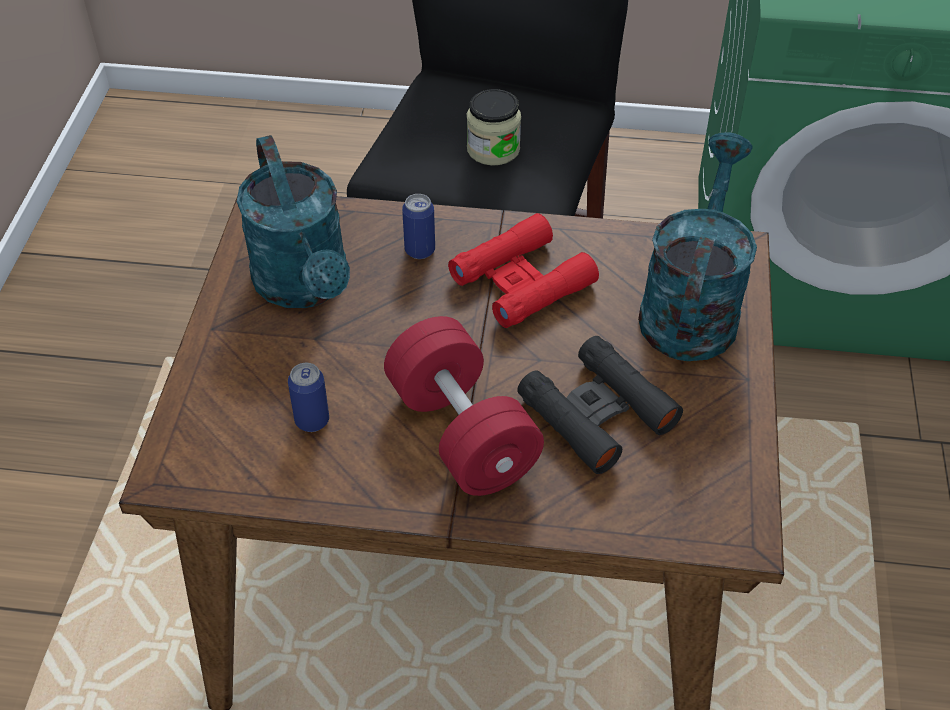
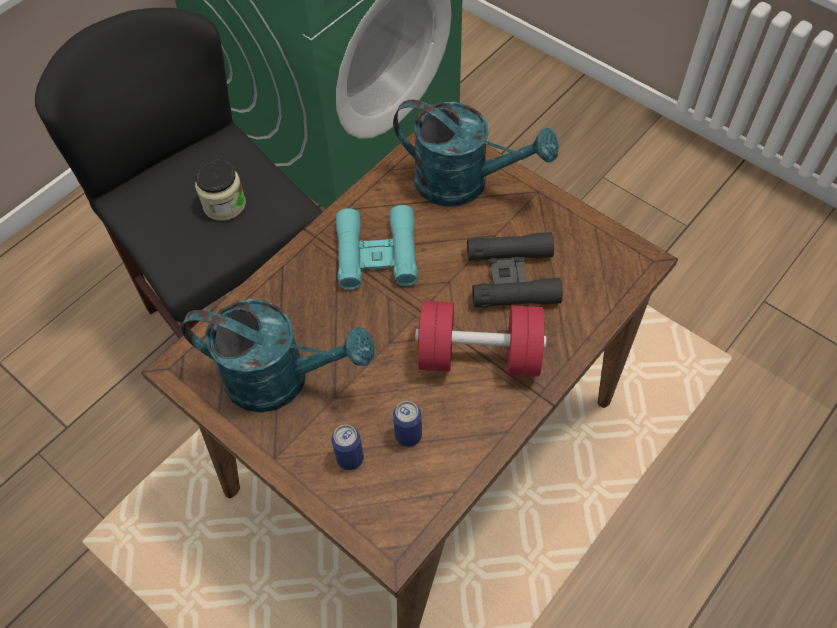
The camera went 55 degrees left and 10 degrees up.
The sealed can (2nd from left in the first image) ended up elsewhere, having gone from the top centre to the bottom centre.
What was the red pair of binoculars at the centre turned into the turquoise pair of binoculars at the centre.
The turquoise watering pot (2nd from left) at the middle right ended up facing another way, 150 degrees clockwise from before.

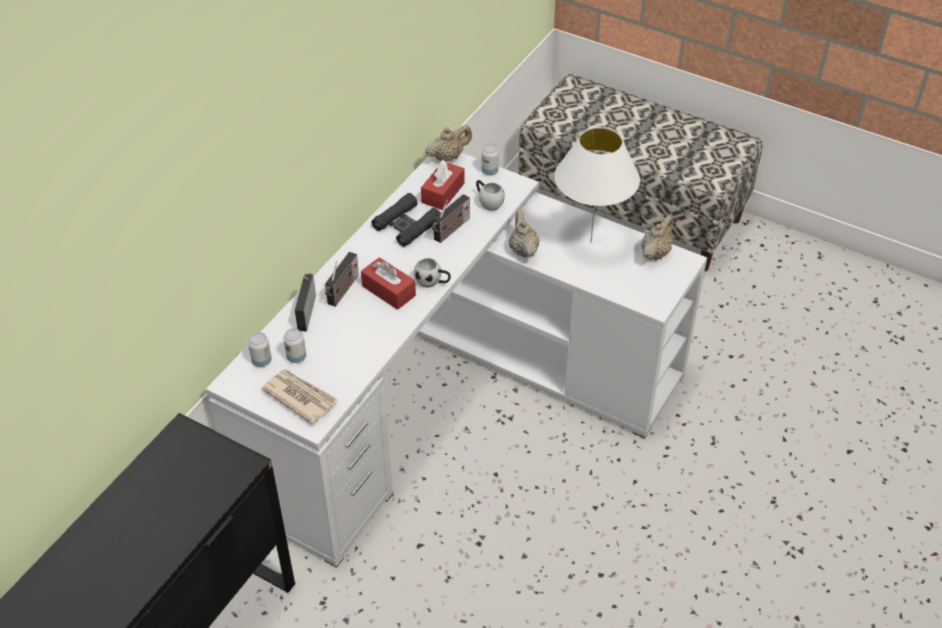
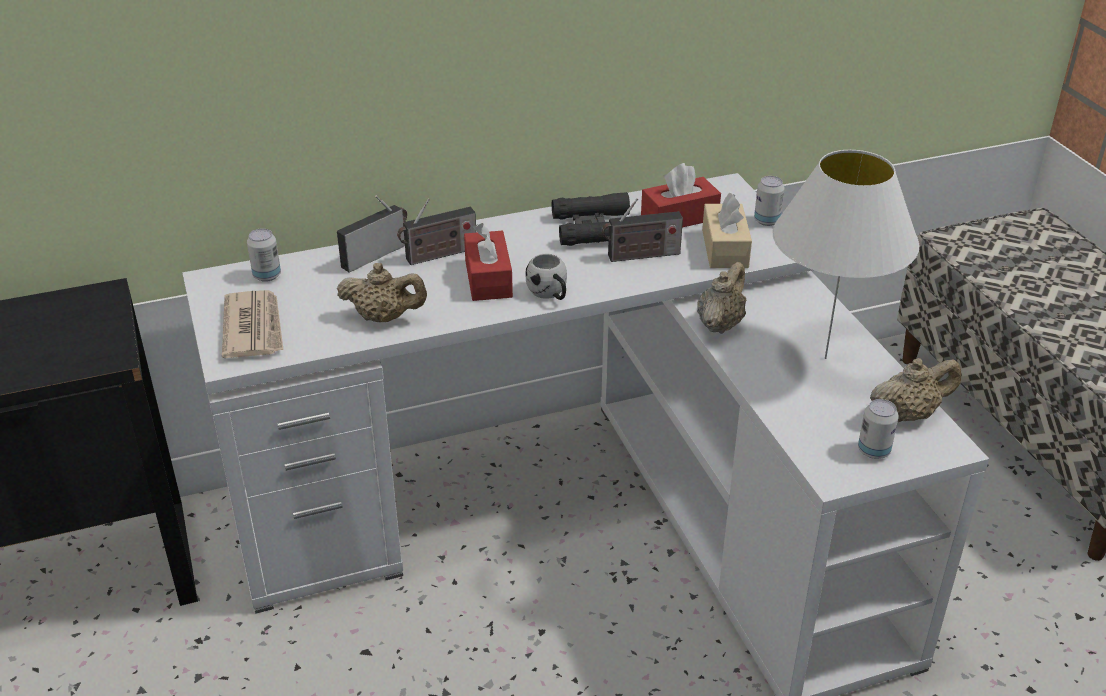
The camera went 40 degrees right and 10 degrees down.
The sealed can (2nd from left in the first image) ended up elsewhere, having gone from the middle left to the middle right.
The beige pot for tea (1st from left) ended up elsewhere, having gone from the top centre to the centre.
Where the whitish mug (2nd from left) stood at the top centre, the beige tissue holder came to stand at the top centre.

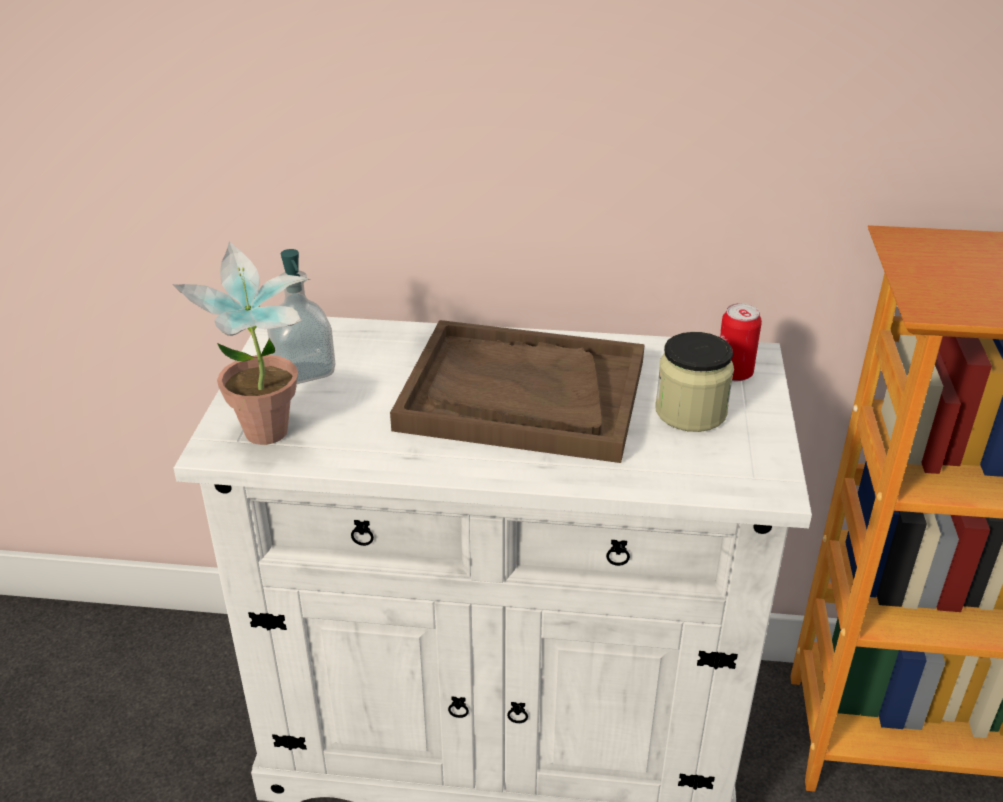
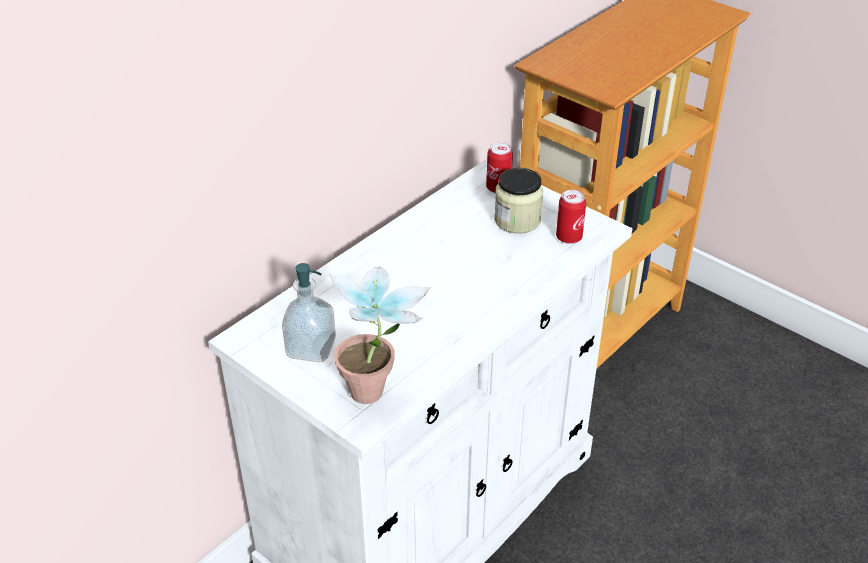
The camera went 55 degrees left and 5 degrees up.
The second view lost the brown-coloured serving tray at the centre.
The second view gained the sealed can (2nd from left) at the centre.

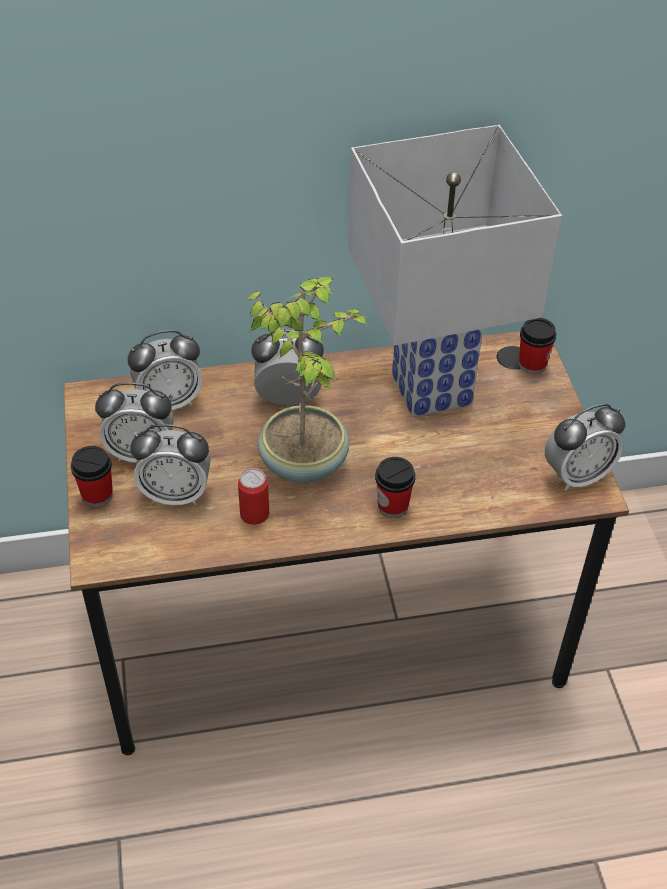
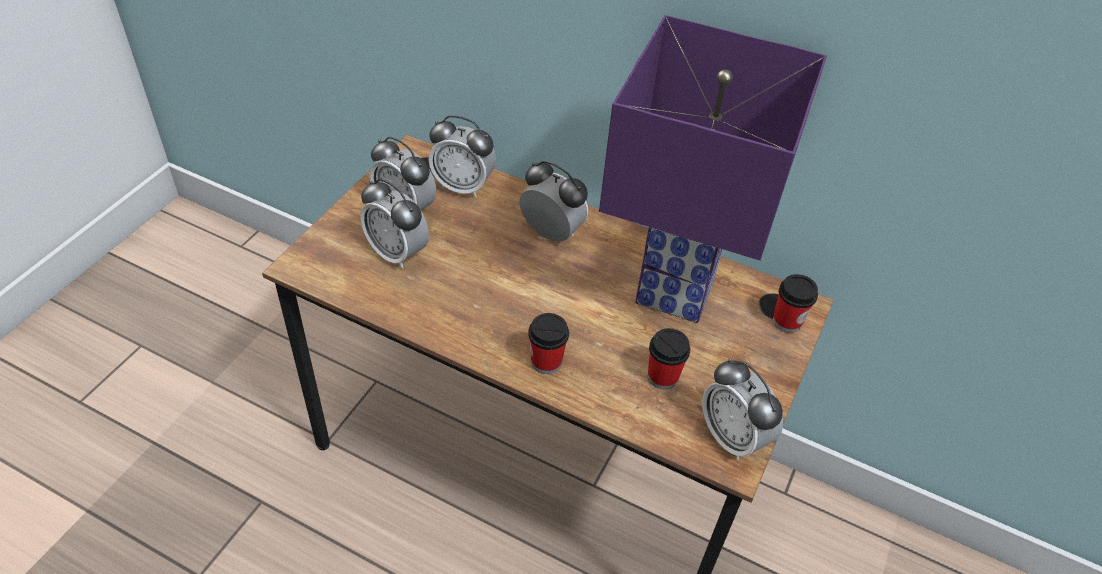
The camera went 35 degrees right and 0 degrees up.
The drinking cup (1st from left in the first image) ended up elsewhere, having gone from the middle left to the centre.
The second view lost the sealed can at the centre.
The second view lost the potted plant at the centre.
What was the whitish tabletop lamp at the top right turned into the purple-coloured tabletop lamp at the top centre.
The table clock (5th from left) at the middle right ended up facing another way, 45 degrees clockwise from before.

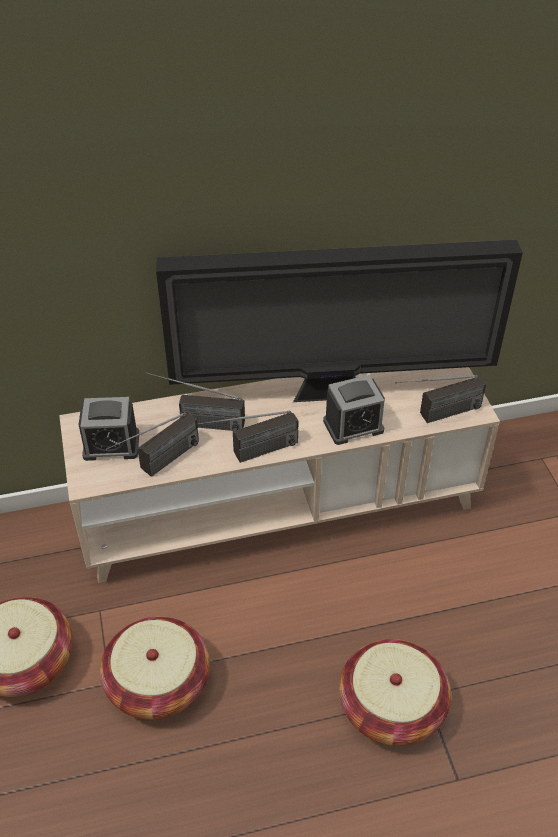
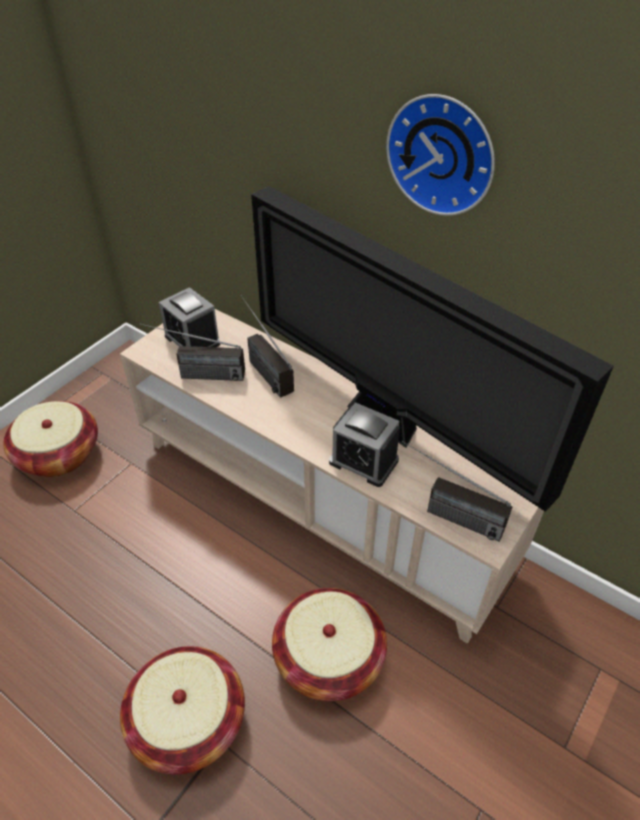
The camera went 50 degrees right and 0 degrees up.
The storage basket (2nd from left in the first image) ended up elsewhere, having gone from the bottom left to the bottom centre.
The second view lost the radio set (3rd from left) at the centre.
The second view gained the hanging clock at the top right.

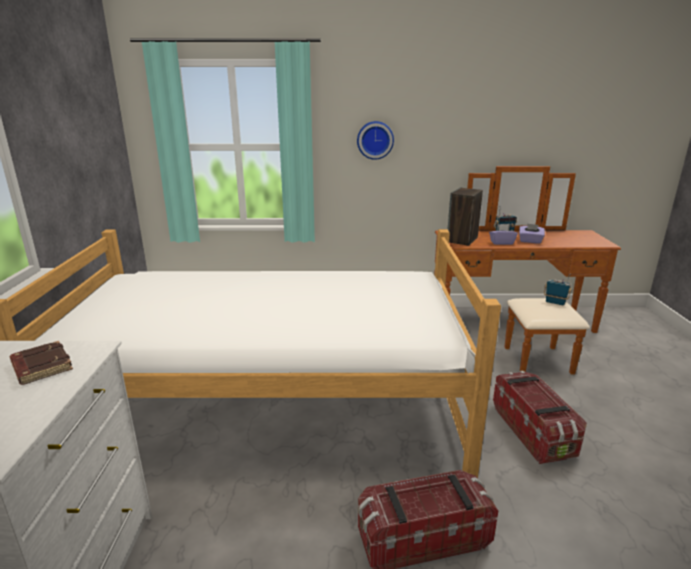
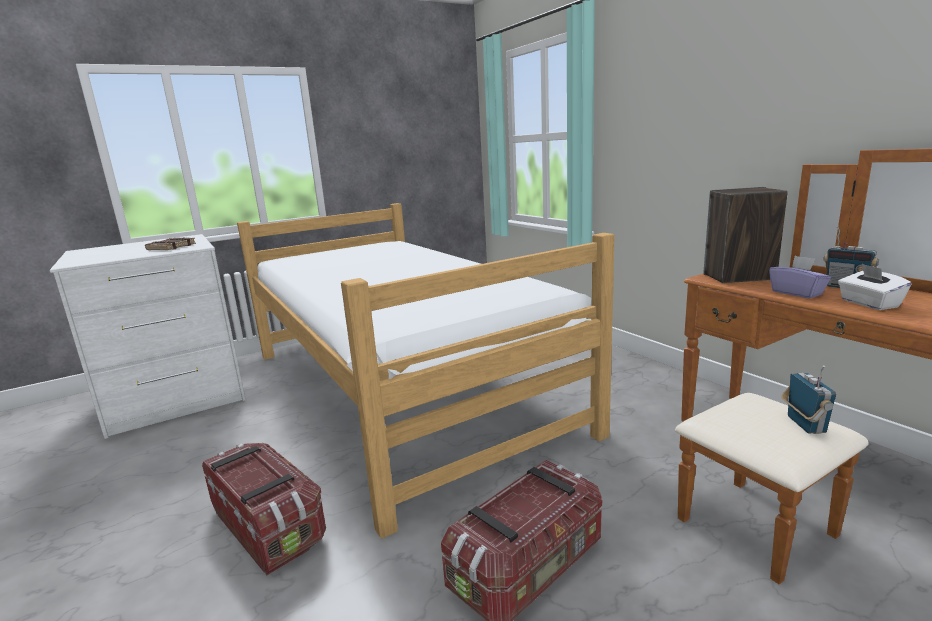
The camera went 60 degrees right and 5 degrees down.
The second view lost the hanging clock at the top centre.
What was the purple-coloured tissue holder (2nd from left) at the middle right turned into the whitish tissue holder at the middle right.

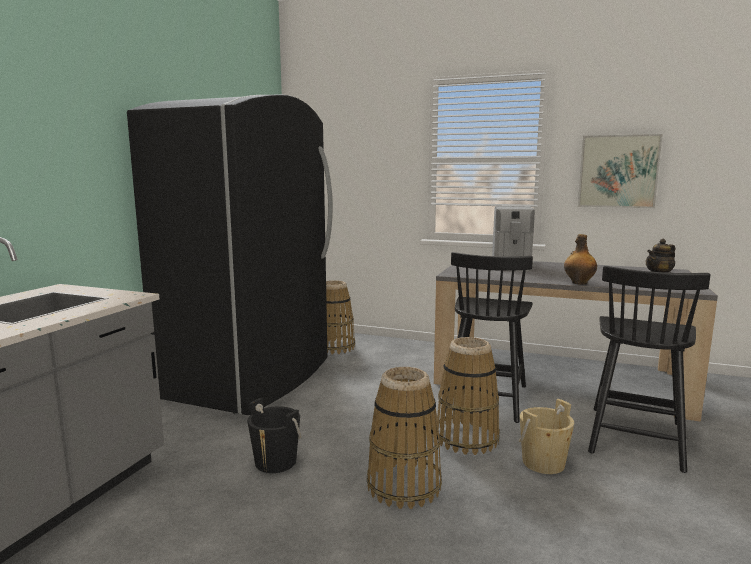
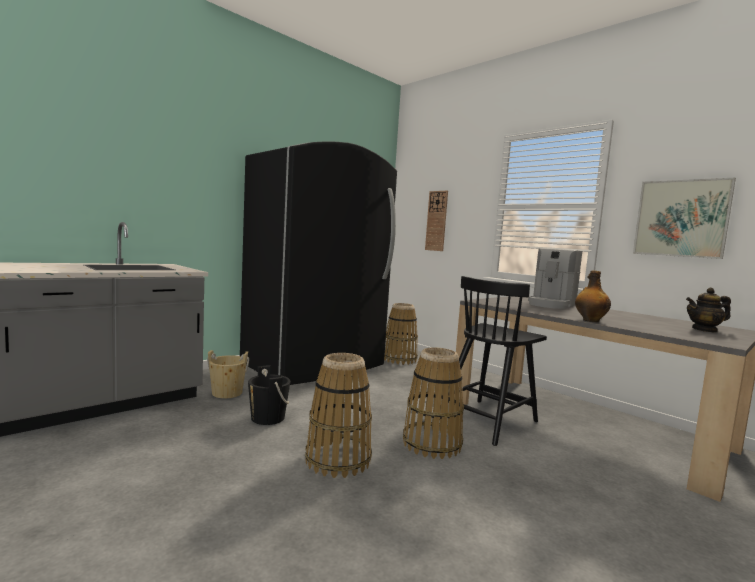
The camera went 25 degrees right and 5 degrees down.
The beige pail ended up elsewhere, having gone from the bottom right to the middle left.
The second view lost the black-coloured upright chair (2nd from left) at the middle right.
The second view gained the hanging clock at the centre.

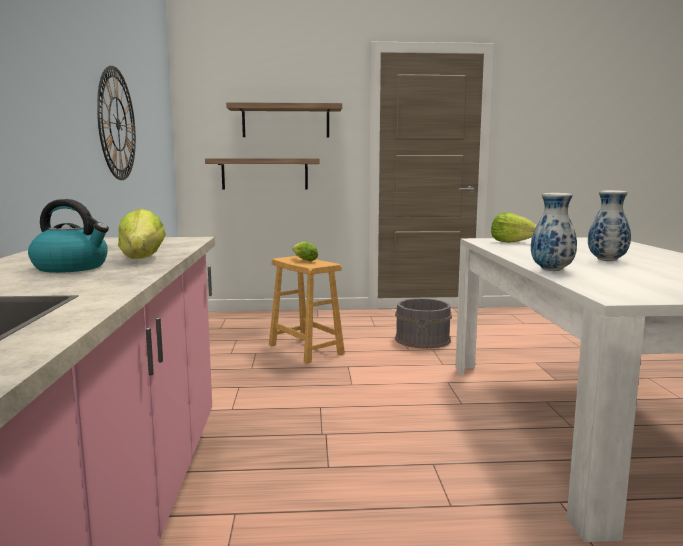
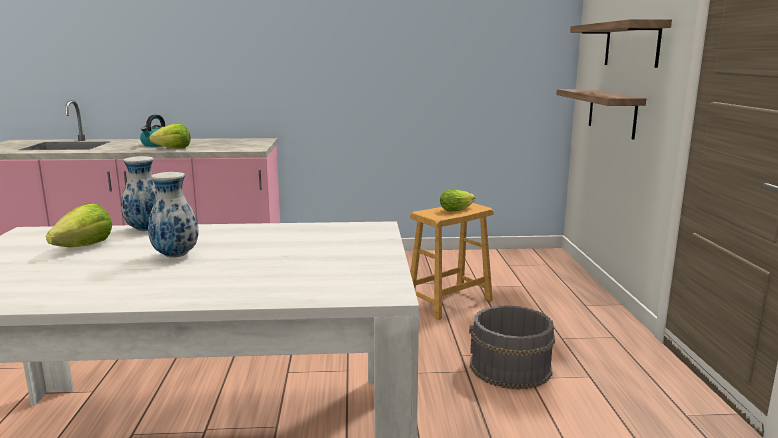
The camera went 90 degrees right and 5 degrees up.
The second view lost the hanging clock at the top left.
The lettuce head (3rd from left in the first image) ended up elsewhere, having gone from the middle right to the middle left.

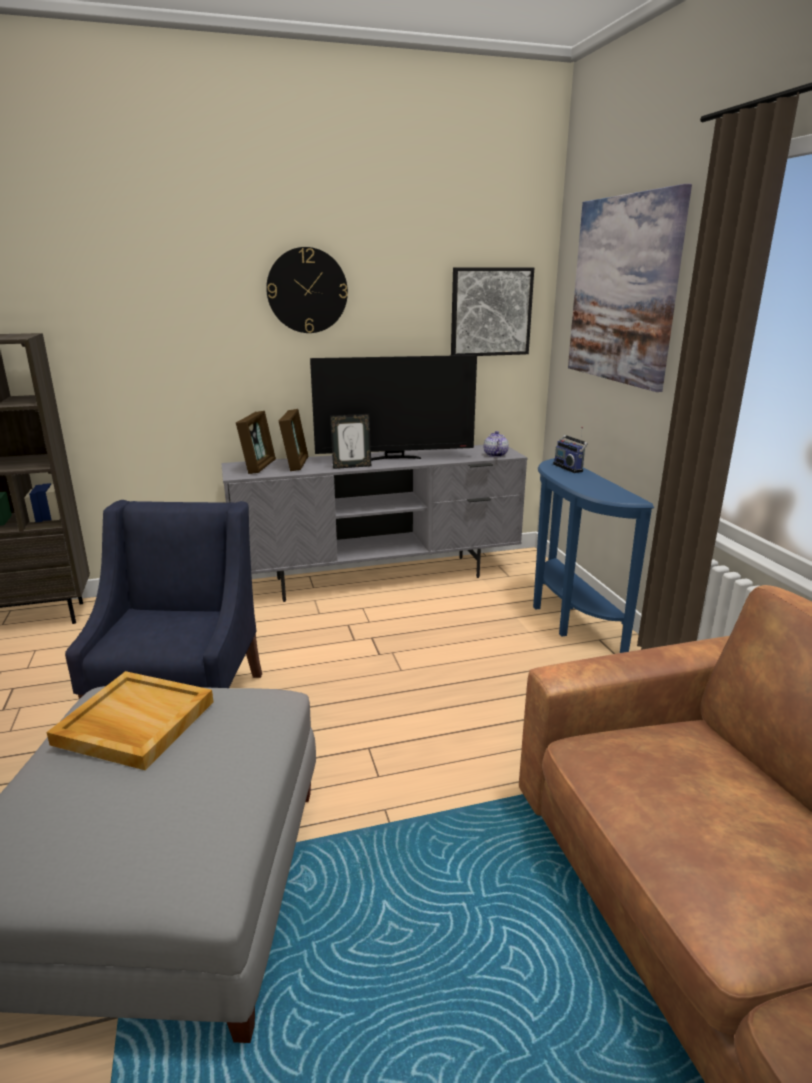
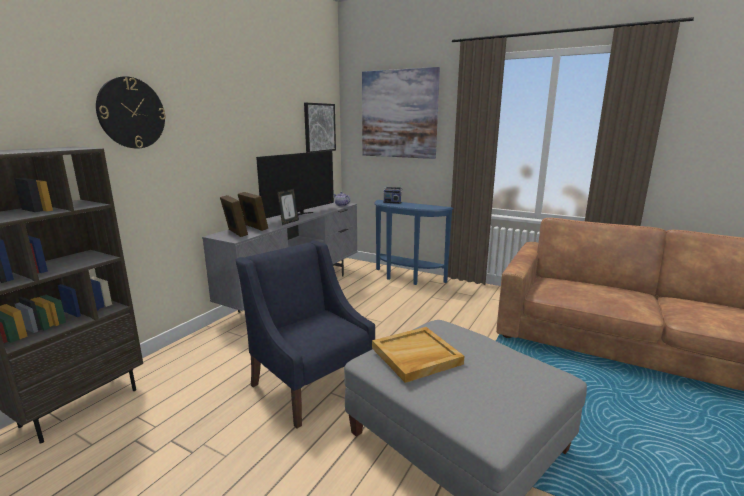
The camera went 45 degrees left and 5 degrees down.
The hanging clock ended up elsewhere, having gone from the top centre to the top left.

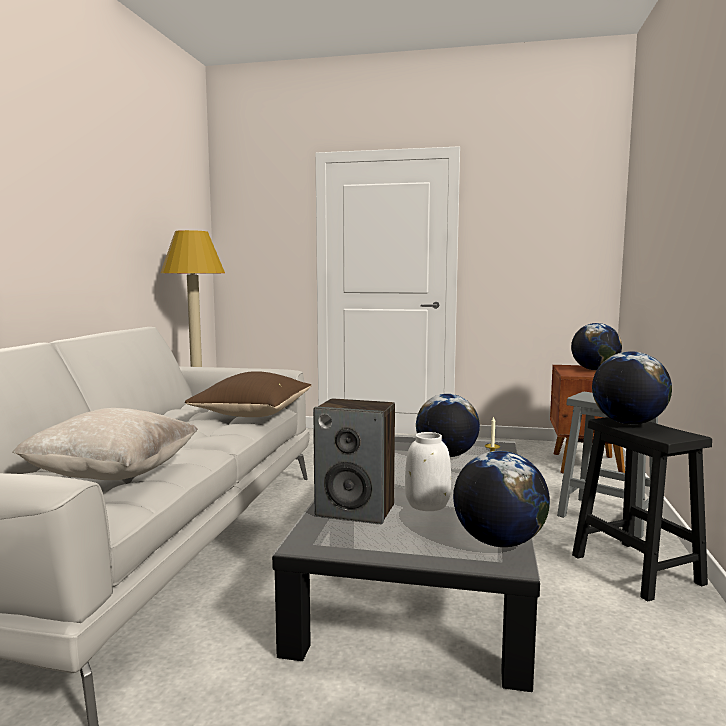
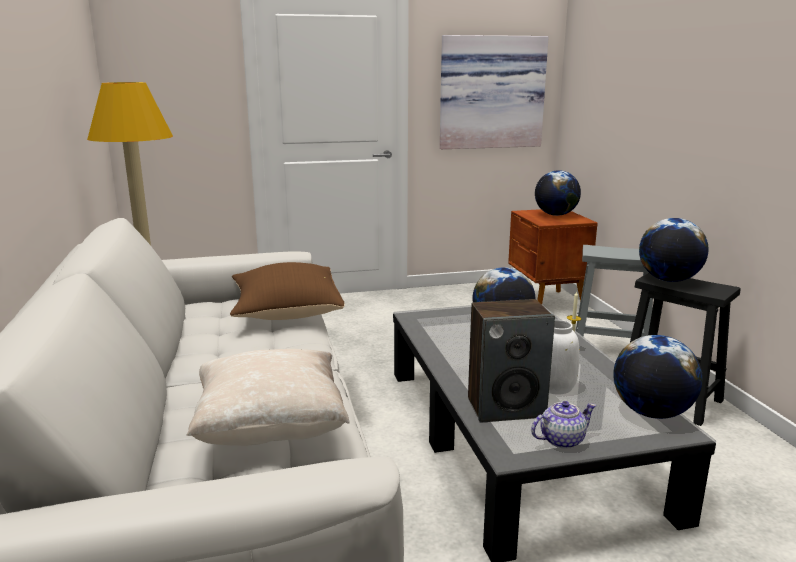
The camera went 25 degrees left and 10 degrees up.
The second view gained the wall picture at the top centre.
The second view gained the pot for tea at the bottom right.

